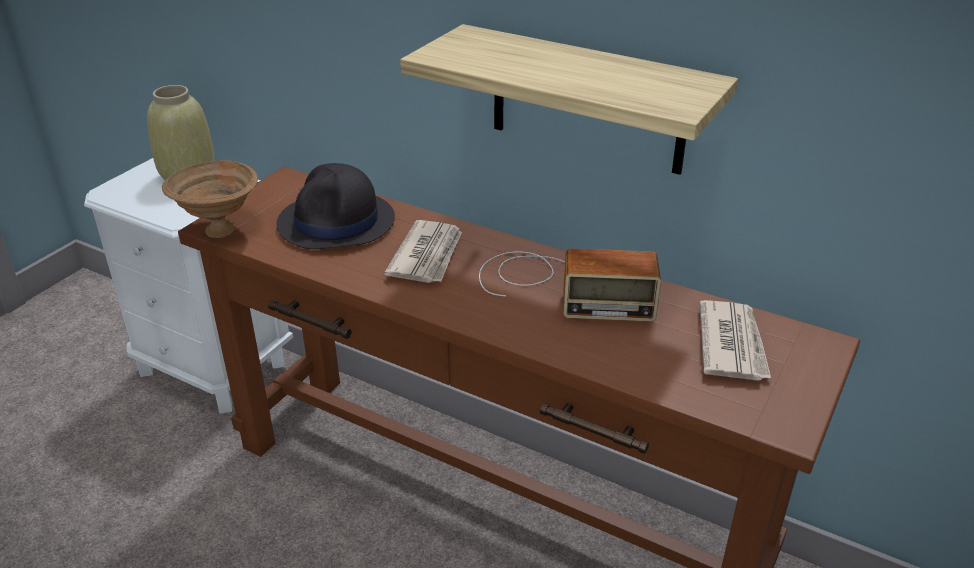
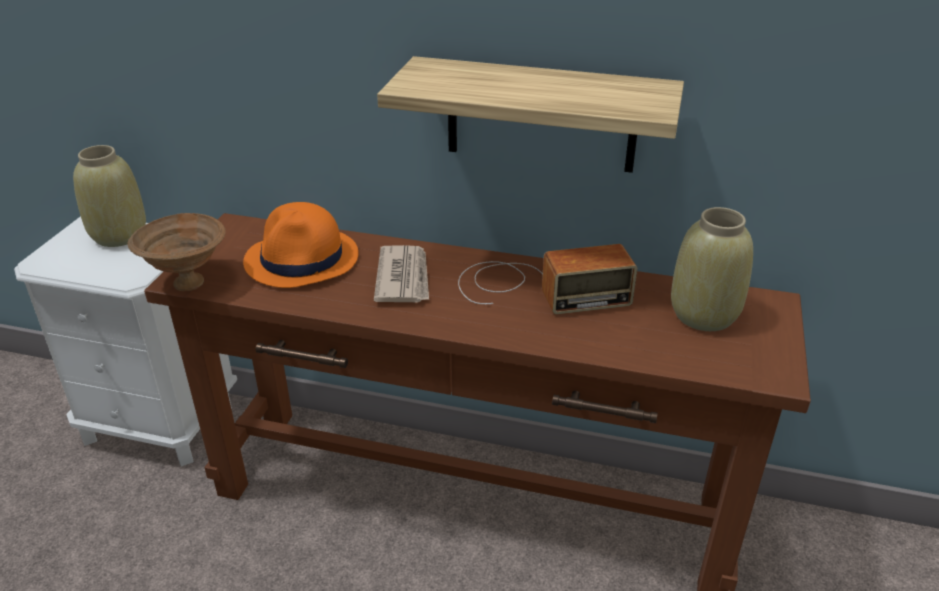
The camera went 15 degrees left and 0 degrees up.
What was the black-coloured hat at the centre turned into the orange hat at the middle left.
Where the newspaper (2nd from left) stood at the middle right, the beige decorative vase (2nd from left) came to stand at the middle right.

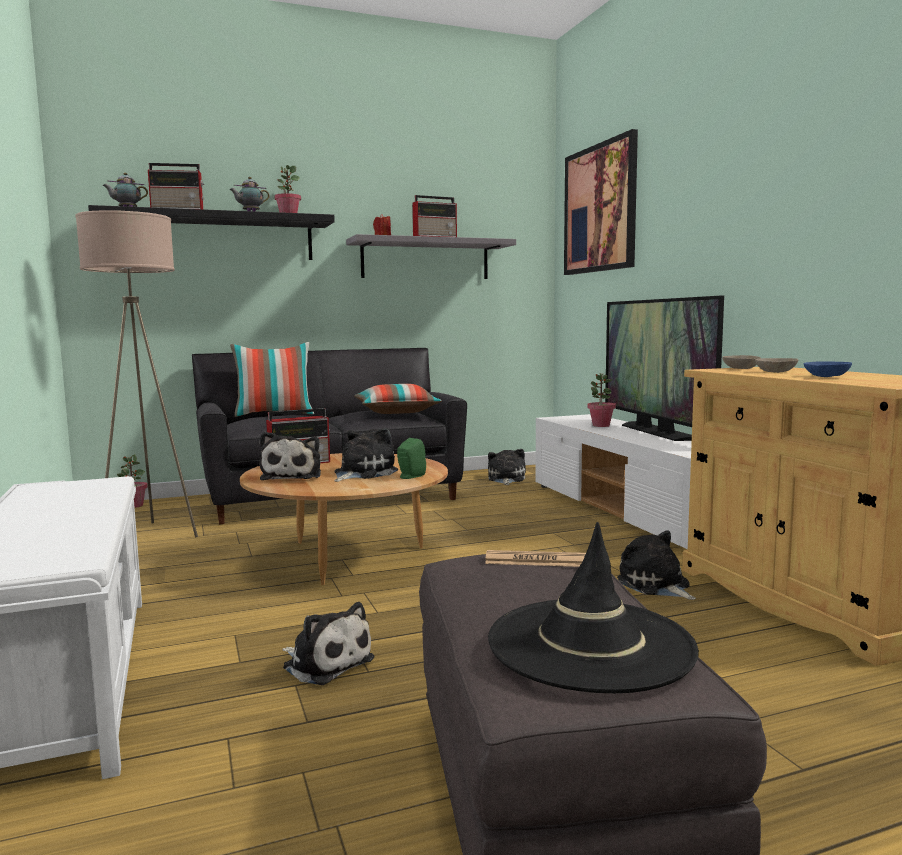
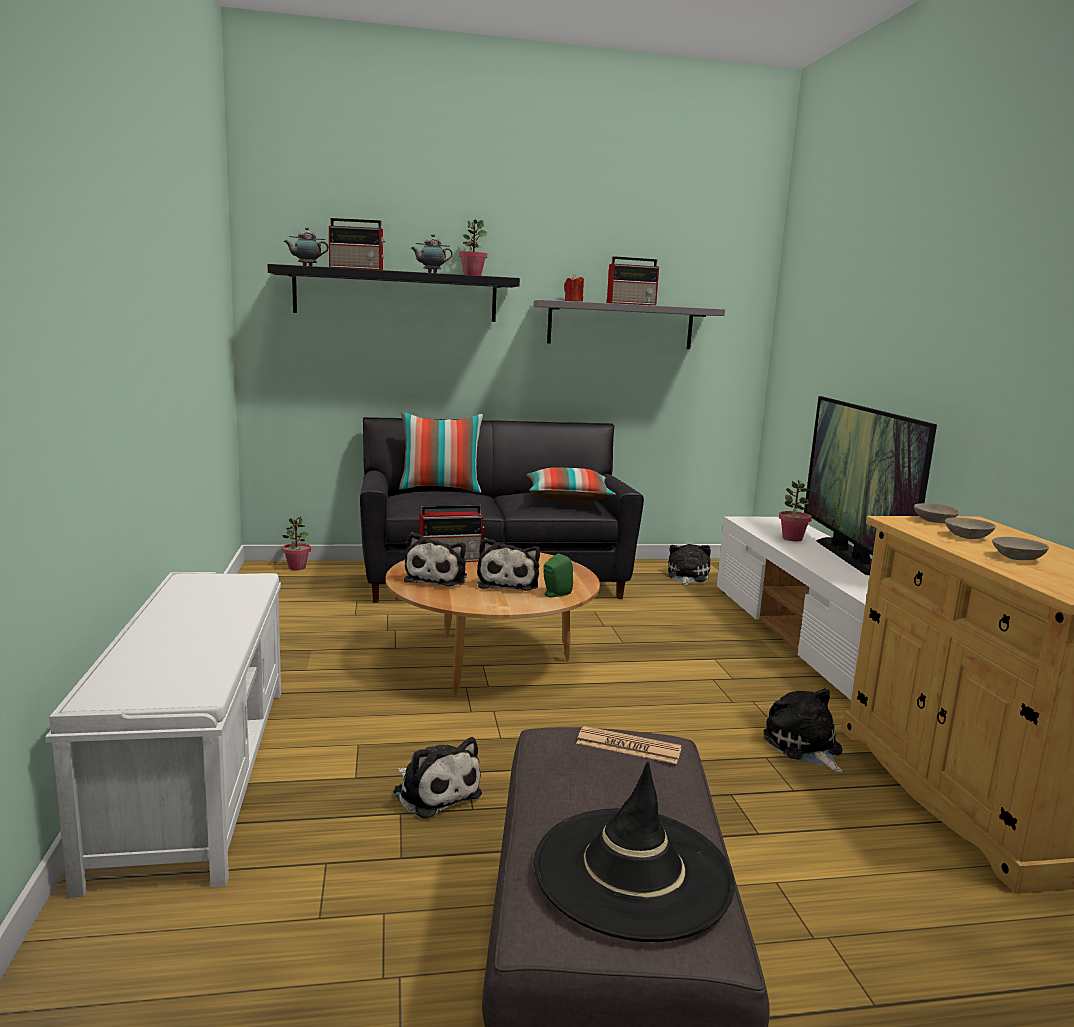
The camera went 10 degrees right and 5 degrees up.
The second view lost the beige floor lamp at the middle left.
The soft toy (3rd from left) at the centre ended up facing another way, 135 degrees clockwise from before.
The second view lost the wall picture at the top centre.
What was the blue-coloured serving bowl at the middle right turned into the beige serving bowl (3rd from left) at the middle right.

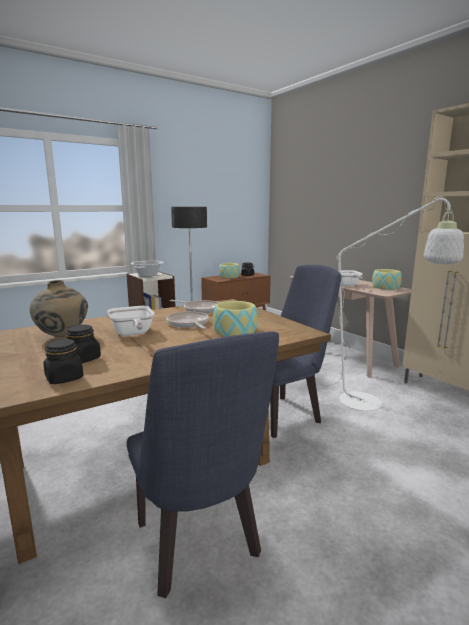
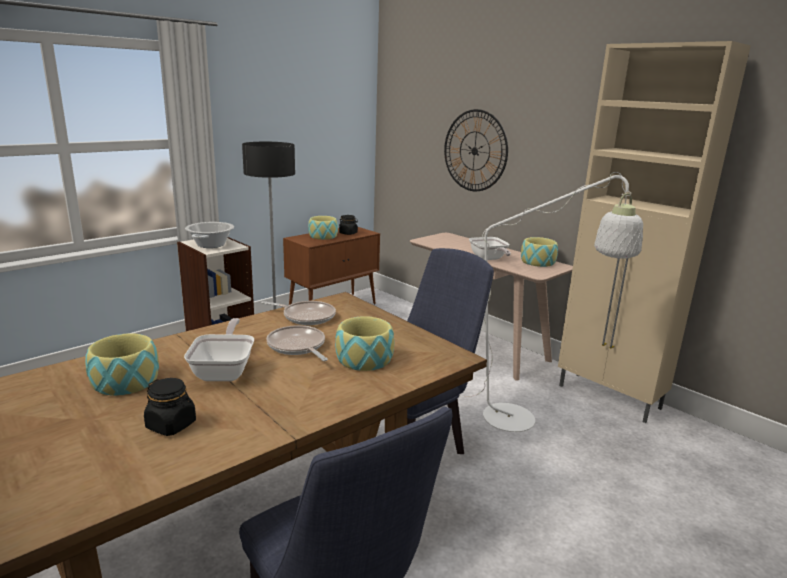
The camera went 10 degrees left and 5 degrees up.
Where the beige decorative vase stood at the middle left, the serving bowl (1st from left) came to stand at the middle left.
The second view lost the black-coloured preserve jar (1st from left) at the middle left.
The pan (1st from left) at the middle left ended up facing another way, 150 degrees counterclockwise from before.
The second view gained the hanging clock at the top centre.

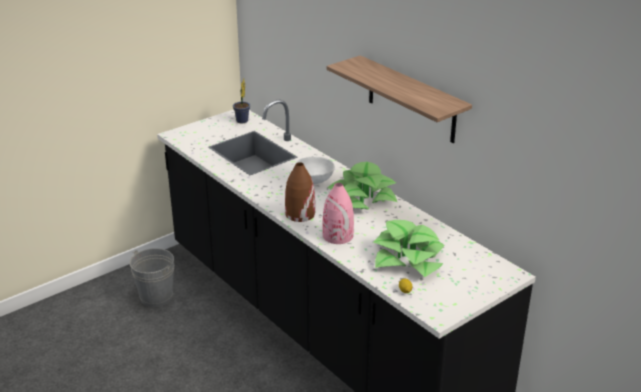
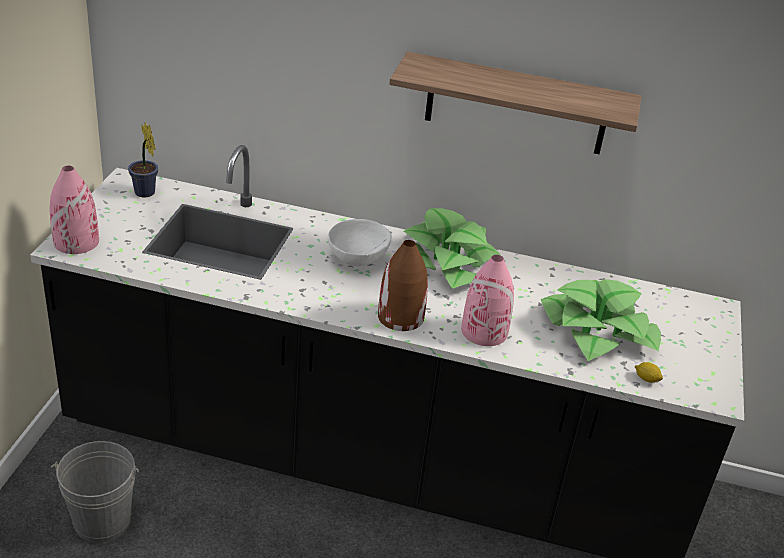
The camera went 40 degrees left and 5 degrees up.
The second view gained the pinkish decorative vase (1st from left) at the middle left.

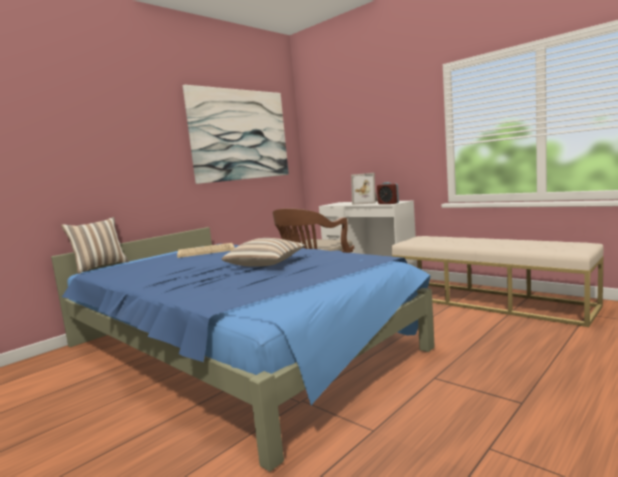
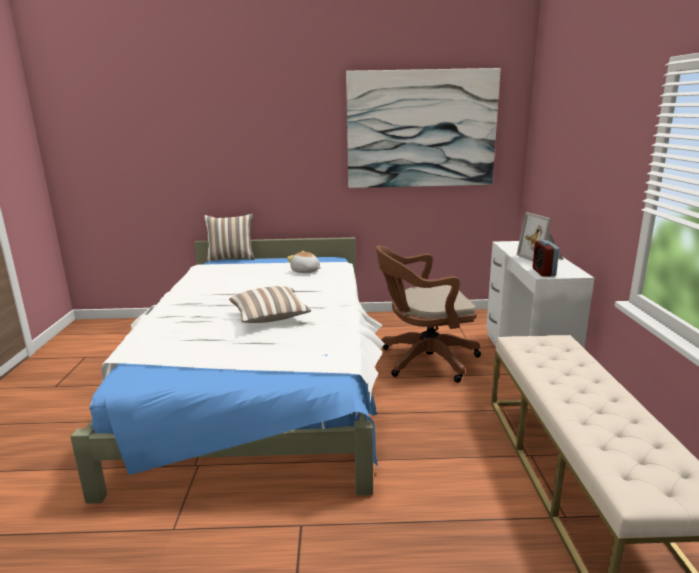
The camera went 45 degrees right and 10 degrees up.
What was the blue-coloured sleeping bed at the bottom centre turned into the whitish sleeping bed at the middle left.
Where the beige serving tray stood at the centre, the soft toy came to stand at the centre.

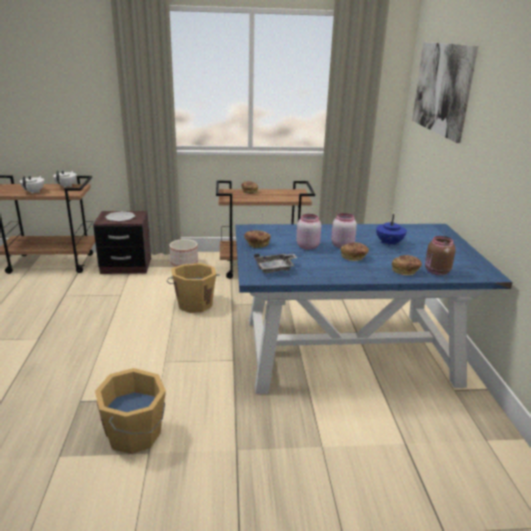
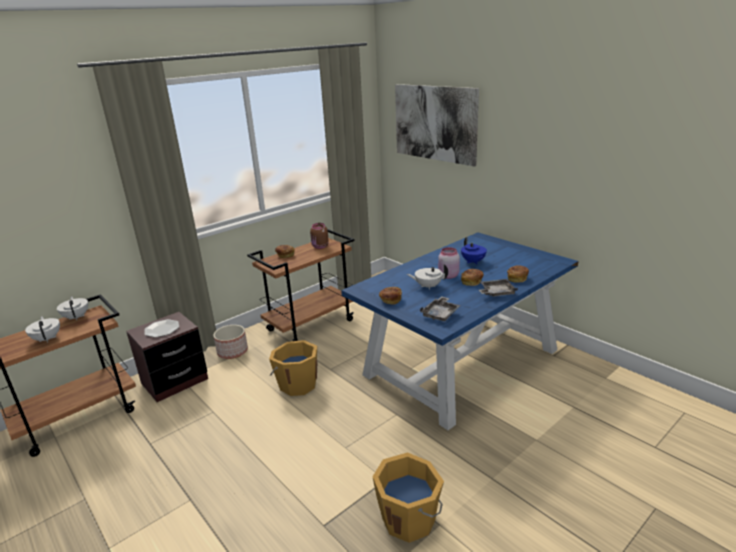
The camera went 35 degrees left and 0 degrees up.
Where the pinkish preserve jar (1st from left) stood at the centre, the whitish pot for tea (3rd from left) came to stand at the centre.
The brown-coloured preserve jar ended up elsewhere, having gone from the middle right to the centre.
The second view gained the grey serving tray (2nd from left) at the middle right.

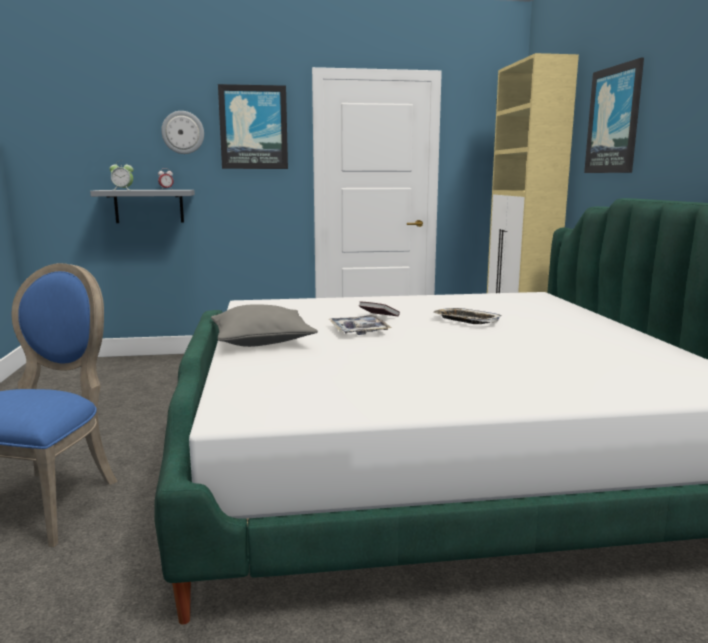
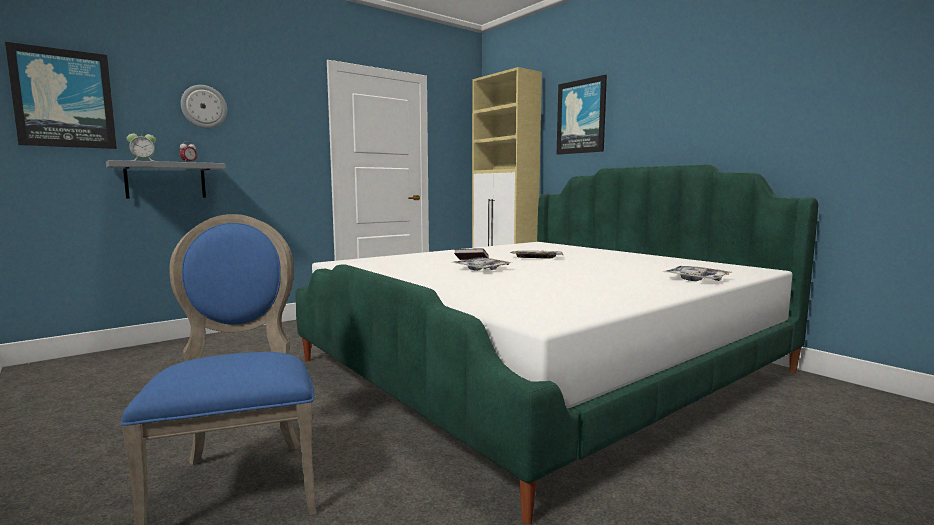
The camera went 30 degrees left and 5 degrees down.
The second view lost the grey pillow at the centre.
The wall picture (1st from left) ended up elsewhere, having gone from the top centre to the top left.
The second view gained the serving tray (3rd from left) at the middle right.

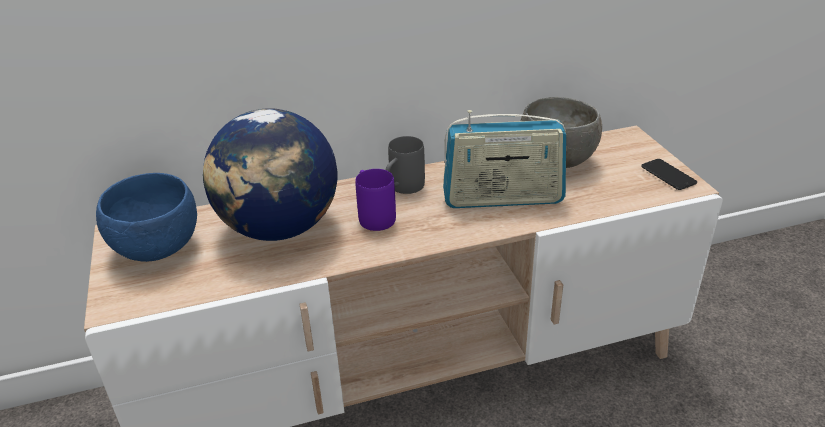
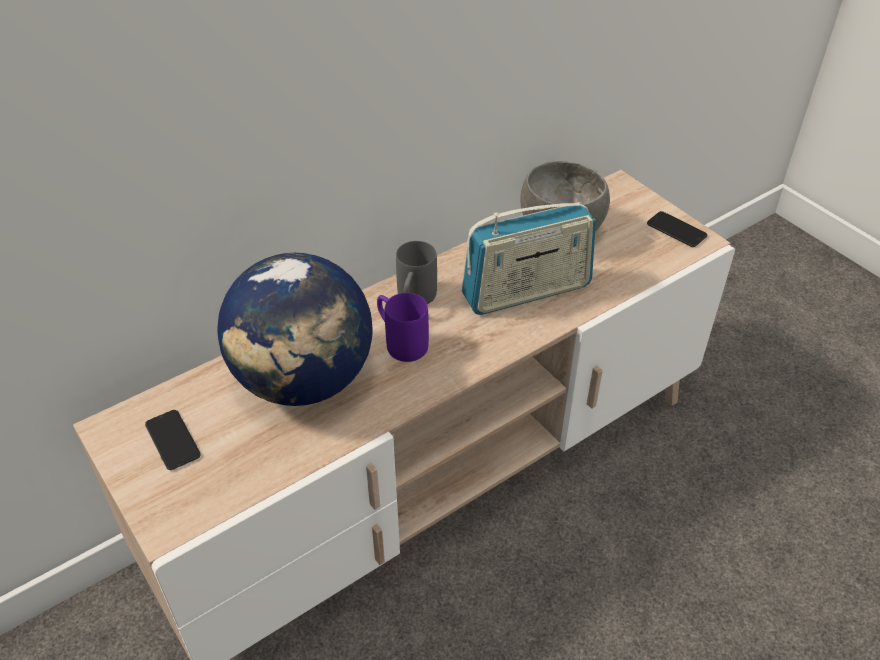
The camera went 20 degrees left and 10 degrees up.
Where the blue-coloured serving bowl stood at the middle left, the handset (1st from left) came to stand at the bottom left.

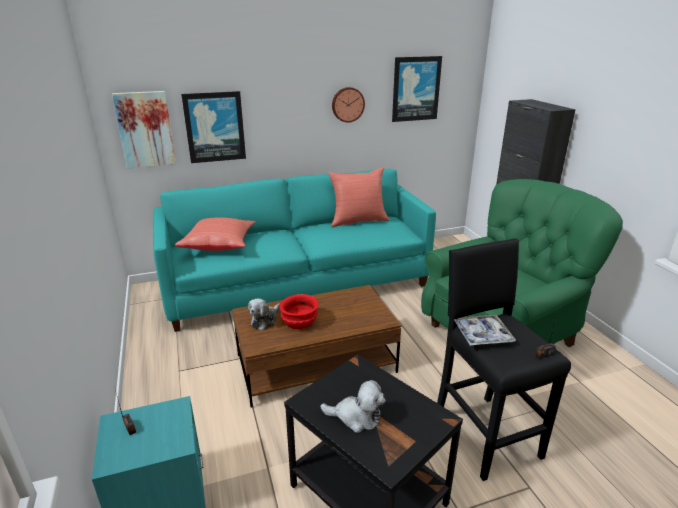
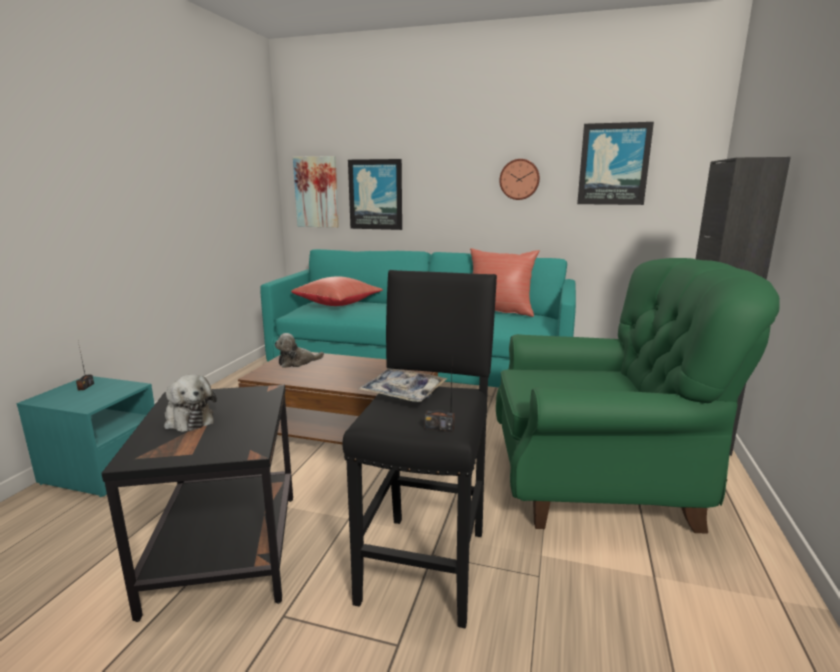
The camera went 35 degrees right and 10 degrees down.
The second view lost the red serving bowl at the centre.

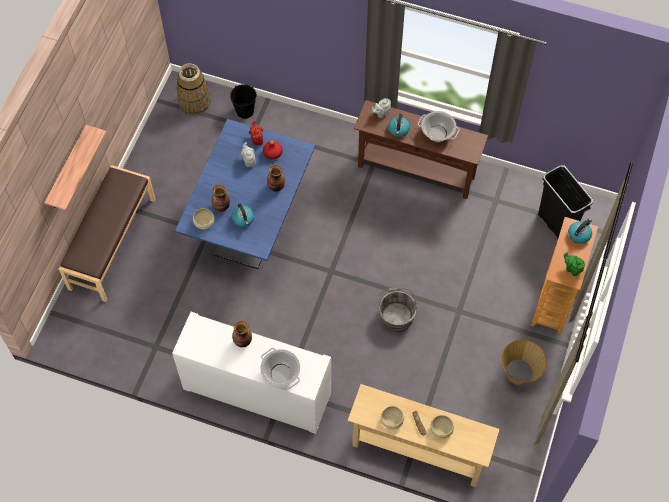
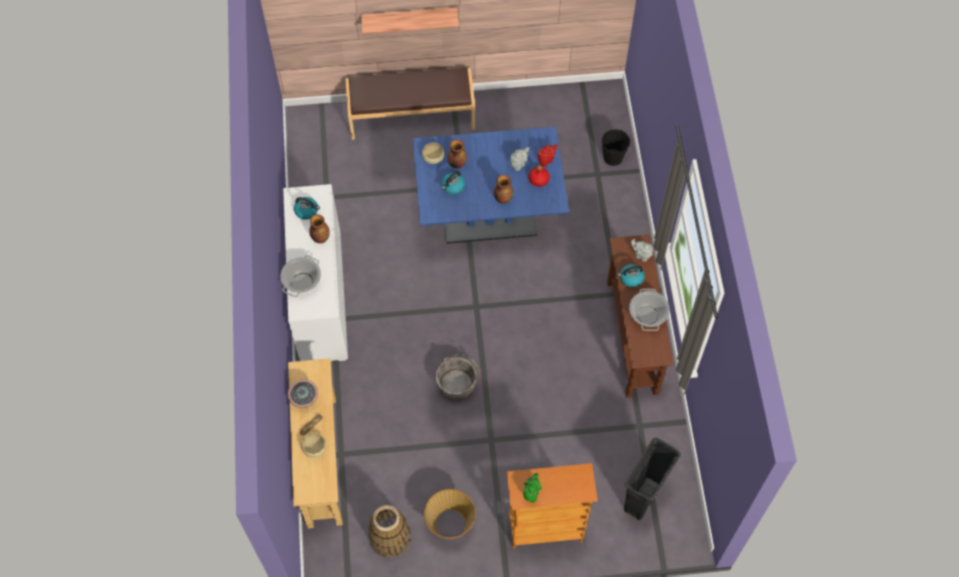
The camera went 65 degrees right and 0 degrees up.
The storage basket (1st from left) ended up elsewhere, having gone from the top left to the bottom centre.
Where the beige serving bowl (2nd from left) stood at the bottom centre, the potted plant came to stand at the bottom left.
The kettle (3rd from left in the first image) ended up elsewhere, having gone from the middle right to the middle left.

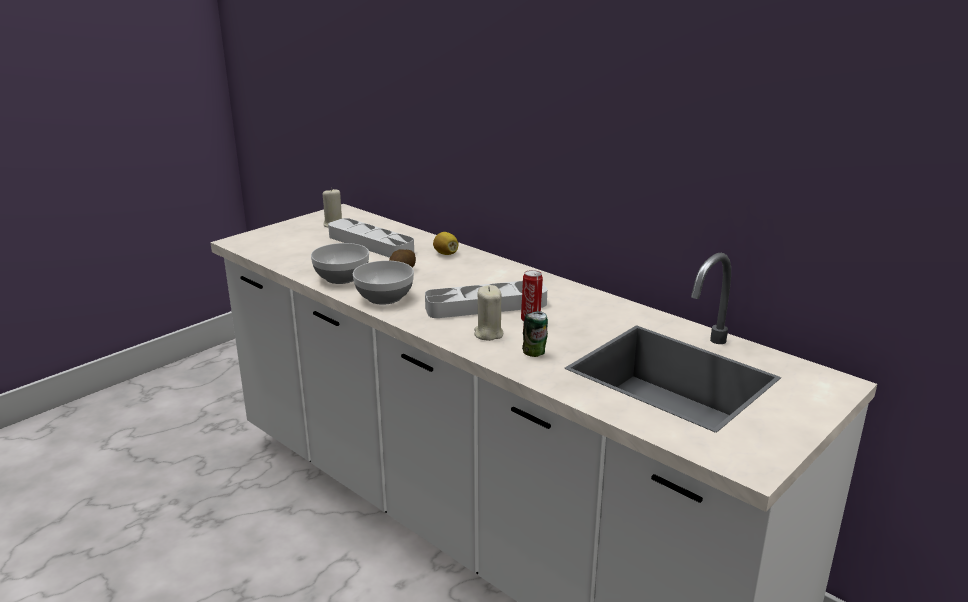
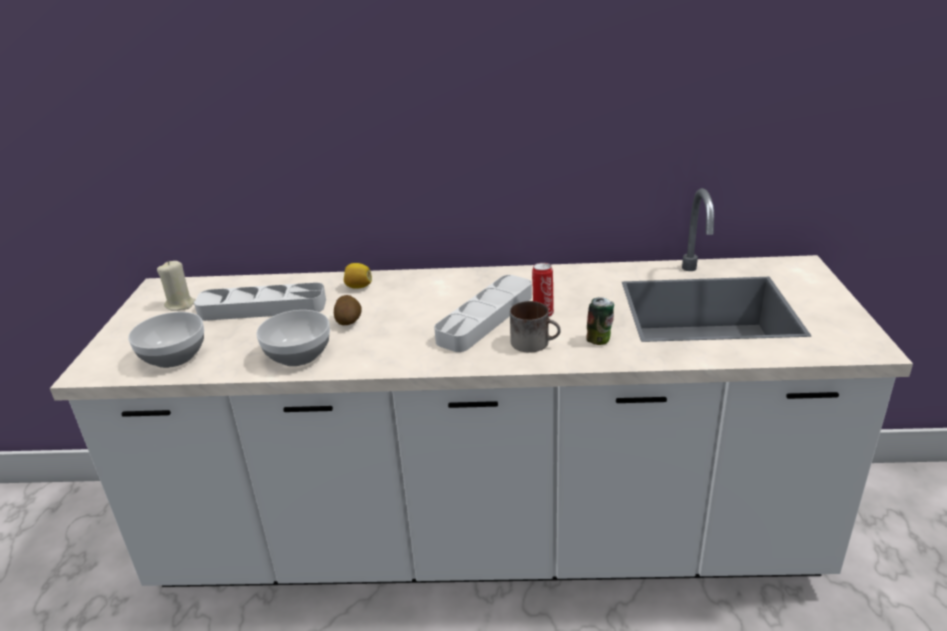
The camera went 40 degrees left and 5 degrees up.
The serving bowl (2nd from left in the first image) ended up elsewhere, having gone from the centre to the middle left.
Where the beige wax candle (2nd from left) stood at the centre, the mug came to stand at the centre.

